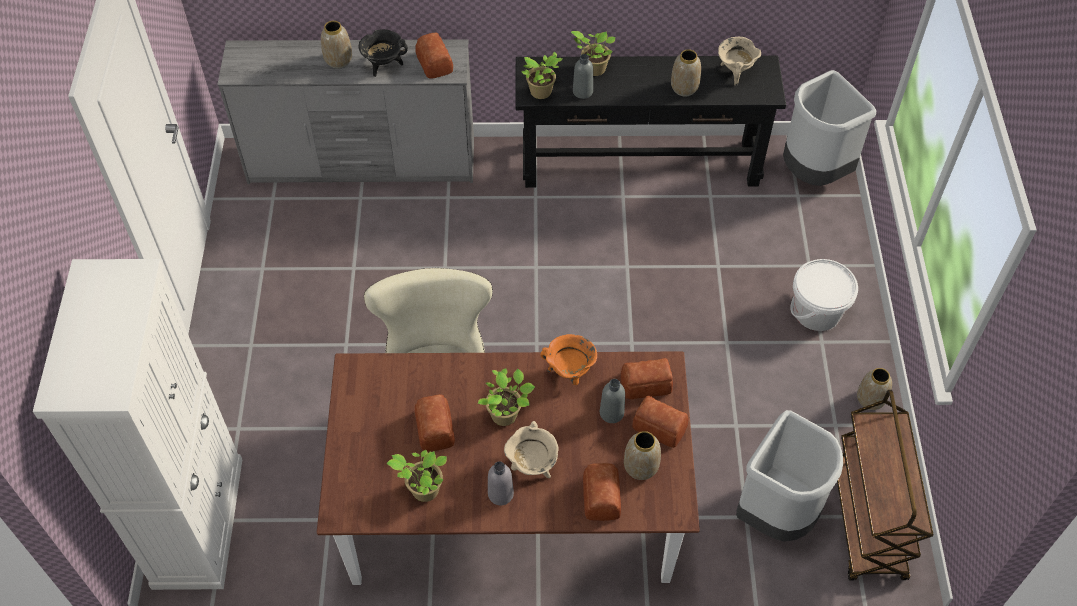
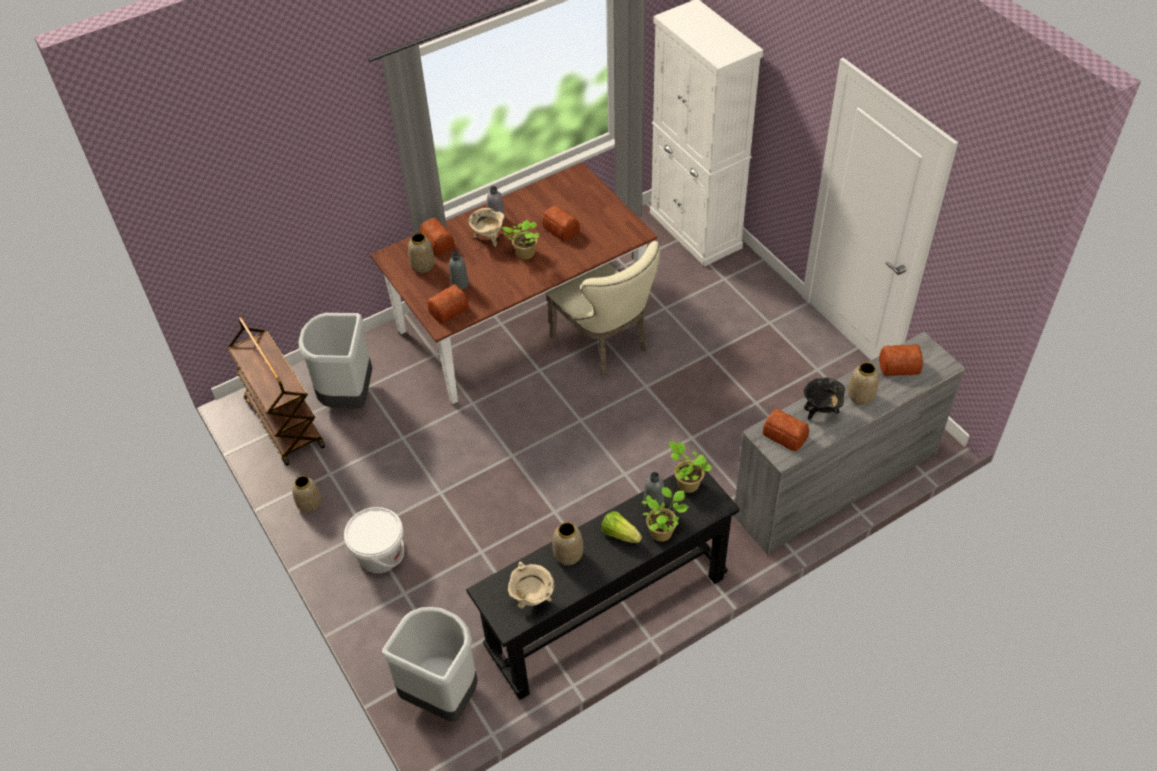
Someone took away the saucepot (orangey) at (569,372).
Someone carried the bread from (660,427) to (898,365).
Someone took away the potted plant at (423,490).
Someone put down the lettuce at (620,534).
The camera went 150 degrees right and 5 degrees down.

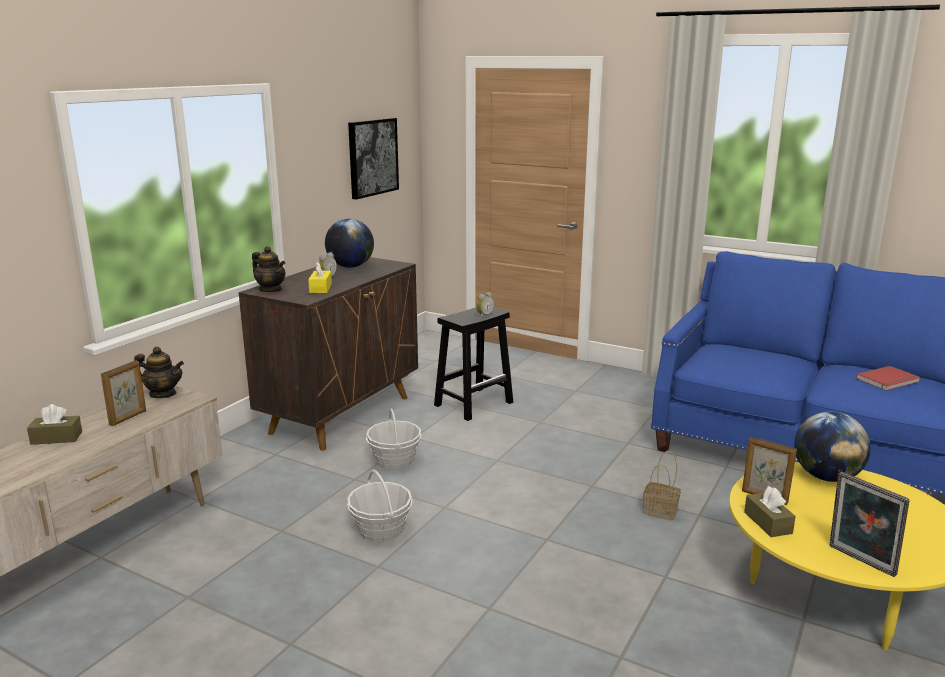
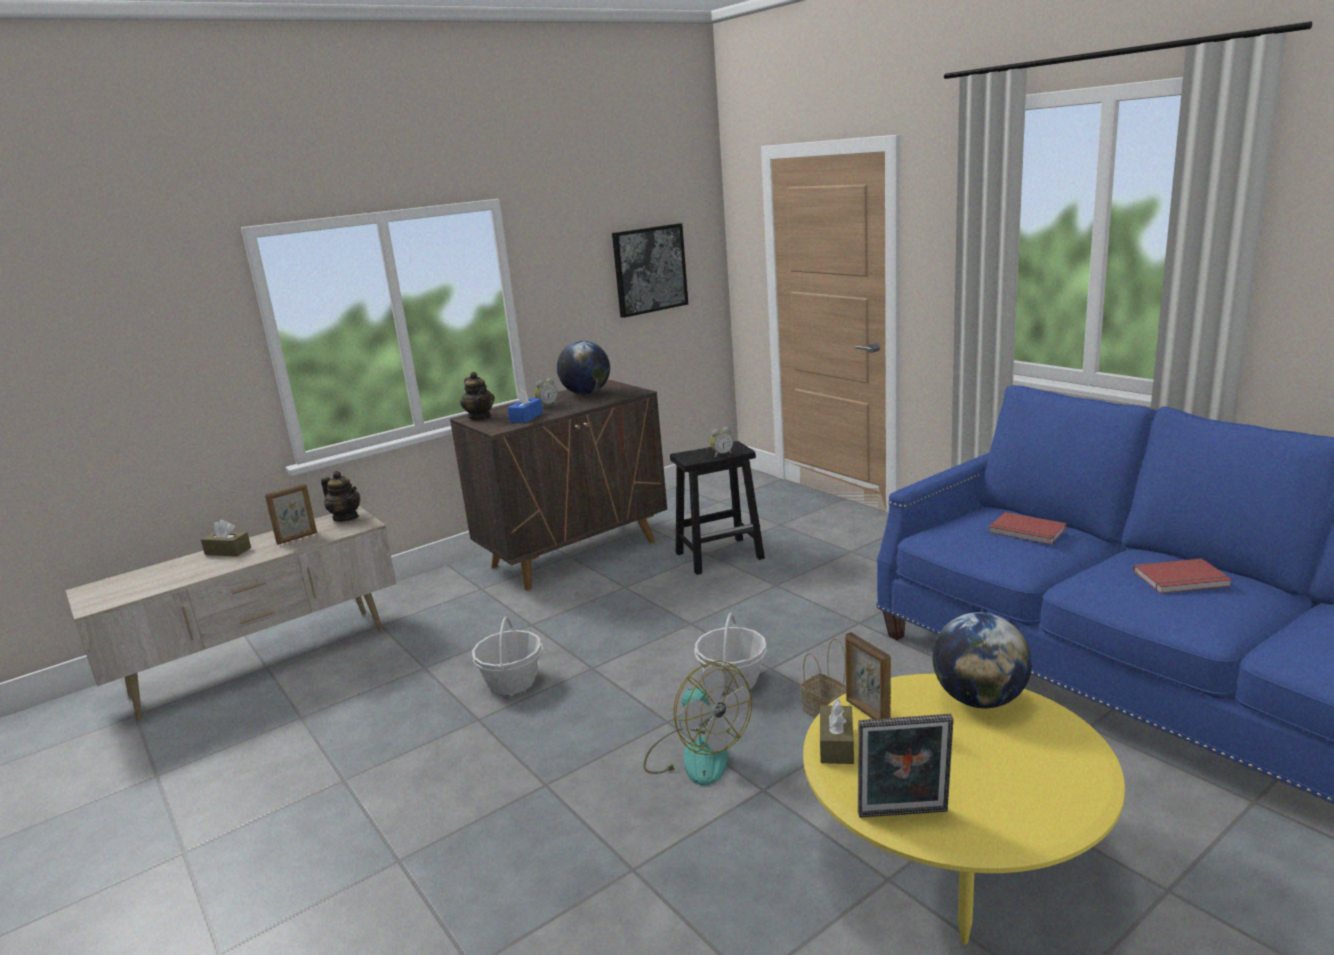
Someone repainted the tissue holder (yellow-coloured) at (320,288), which became the tissue holder (blue) at (526,417).
Someone carried the household basket from (394,460) to (732,680).
Someone rotated the picture frame at (859,561) by 75 degrees counterclockwise.
Someone put down the volume (red-coloured) at (1026,531).
Someone put down the cooling fan at (696,755).
The camera went 25 degrees right and 0 degrees up.

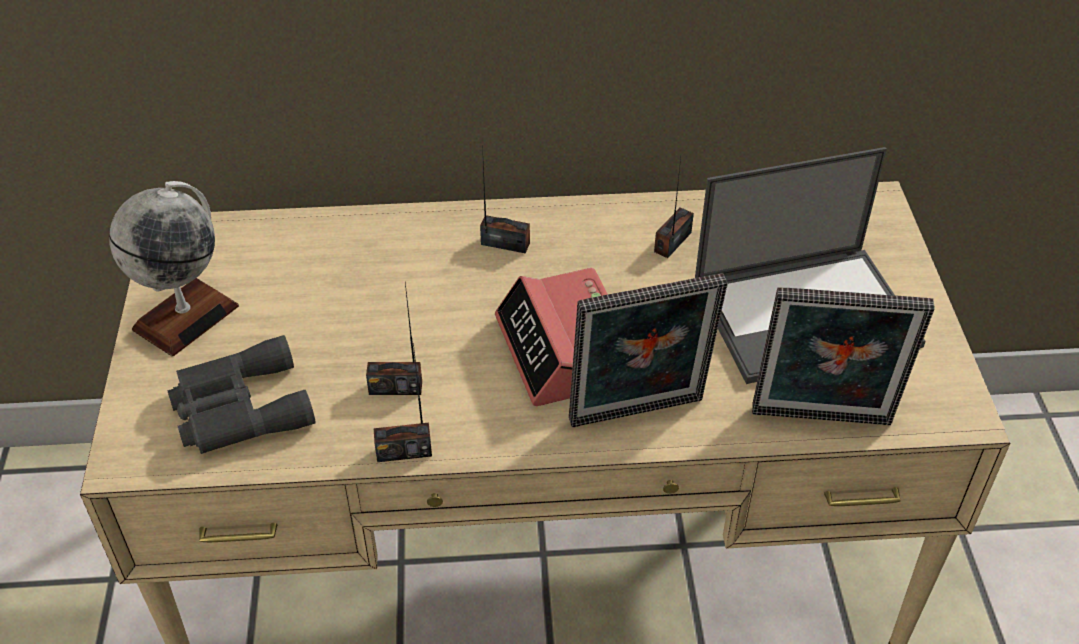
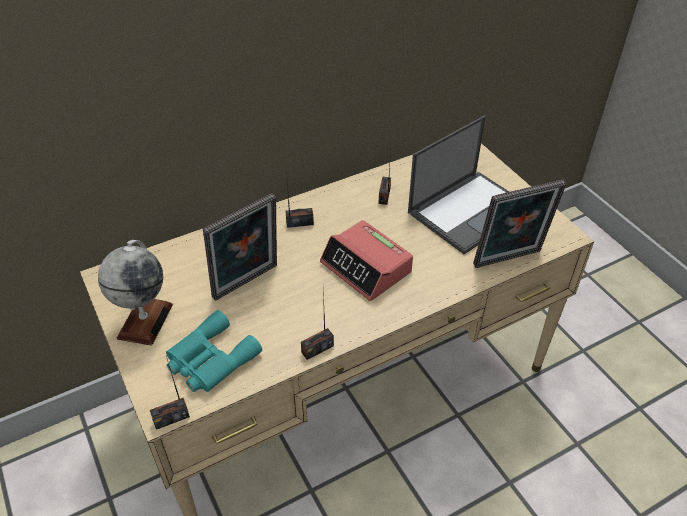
Someone carried the picture frame from (638,416) to (247,283).
Someone carried the radio from (395,387) to (171,418).
Someone repainted the field glasses (greyish) at (237,408), which became the field glasses (blue-green) at (210,360).
The camera went 25 degrees left and 0 degrees up.

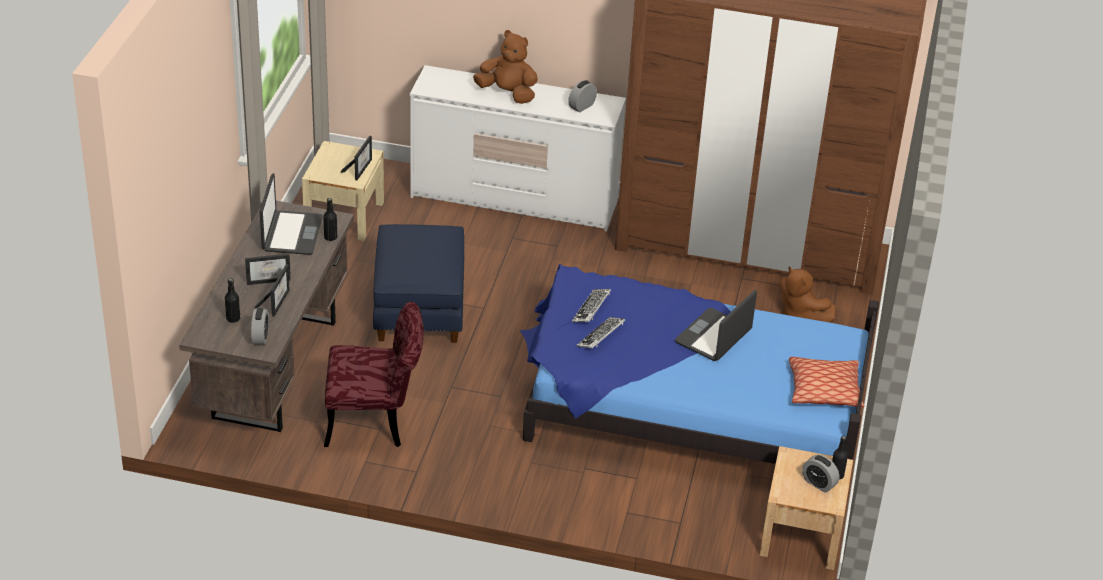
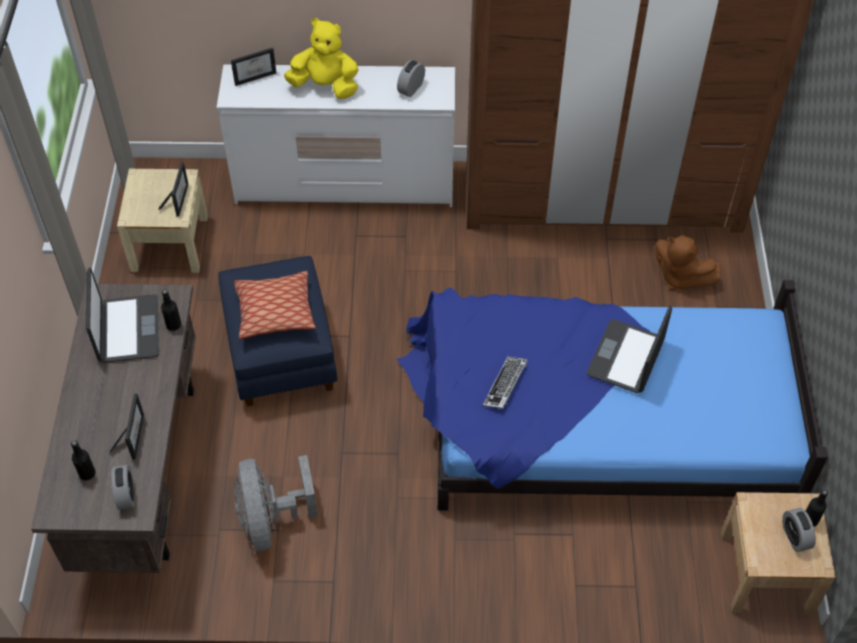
Someone repainted the soft toy (brown-coloured) at (508,93), which became the soft toy (yellow-coloured) at (325,86).
Someone carried the picture frame from (269,279) to (255,75).
Someone took away the PC keyboard at (591,309).
Someone swapped the plain chair (red-coloured) at (375,421) for the cooling fan (greyish) at (271,520).
Someone carried the cushion from (824,390) to (275,312).
Someone rotated the bedside clock at (818,483) by 45 degrees clockwise.
The camera went 10 degrees left and 15 degrees up.

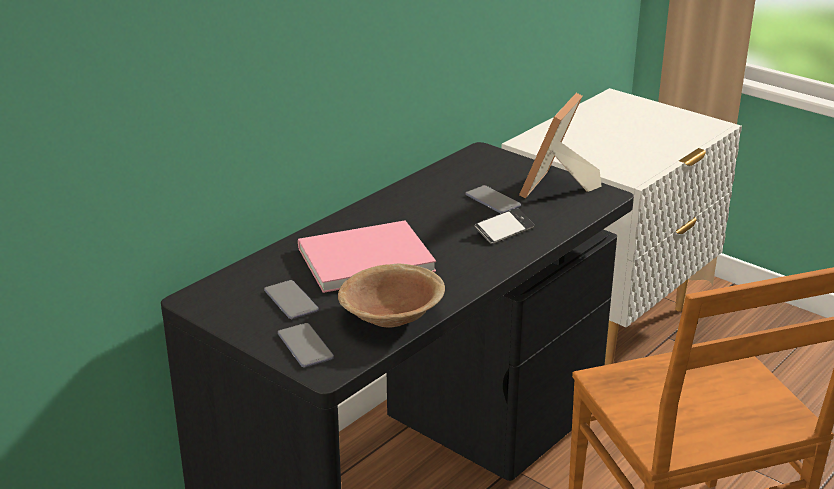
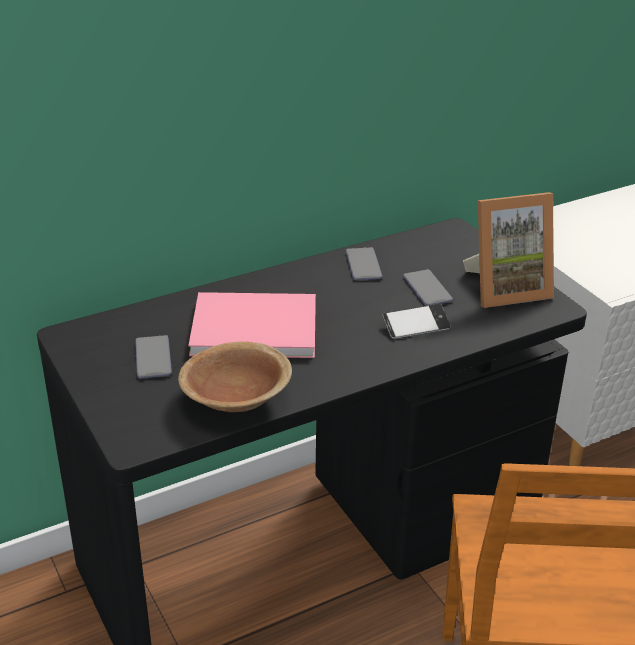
Someone rotated the picture frame at (557,188) by 150 degrees counterclockwise.
Someone carried the telephone from (305,346) to (363,265).
The camera went 20 degrees right and 5 degrees up.

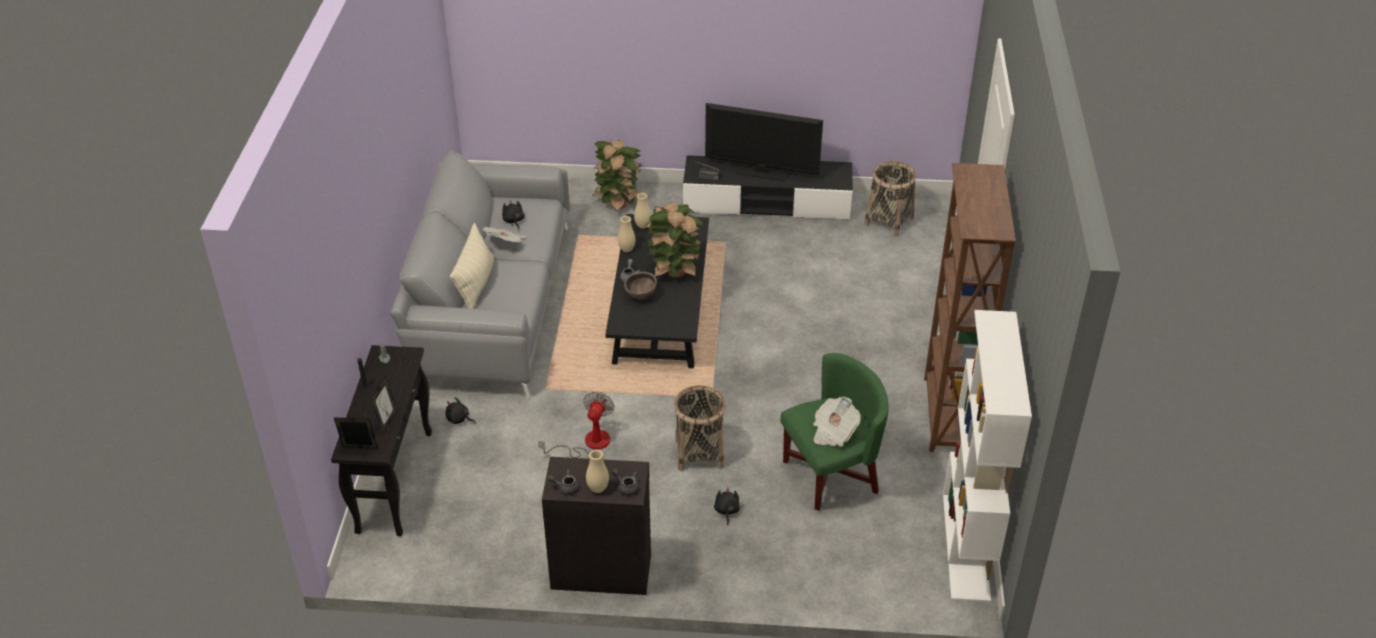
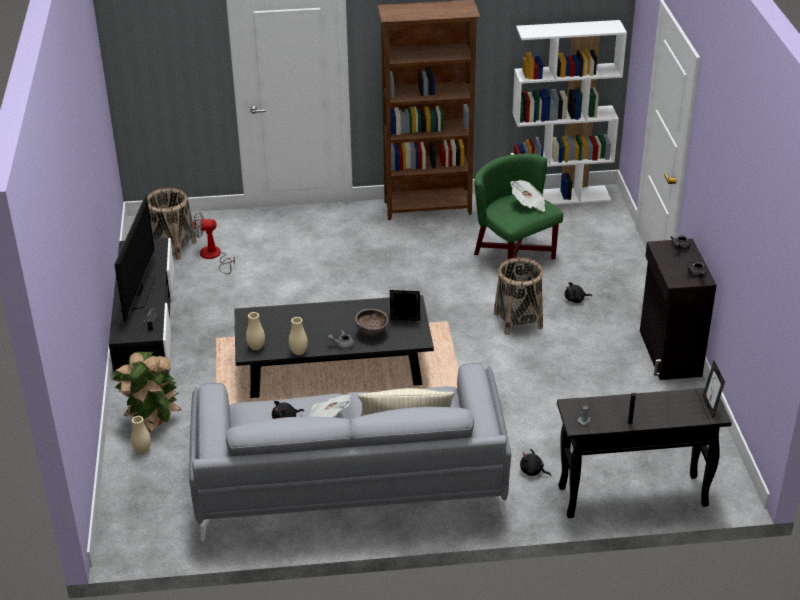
Someone took away the potted plant at (674,271).
Someone carried the picture frame from (387,421) to (405,321).
Someone carried the cooling fan from (588,443) to (214,257).
Someone rotated the soft toy (black-coloured) at (459,419) by 105 degrees clockwise.
Someone carried the decorative vase (beige-coloured) from (598,489) to (142,451).
The camera went 100 degrees left and 5 degrees down.

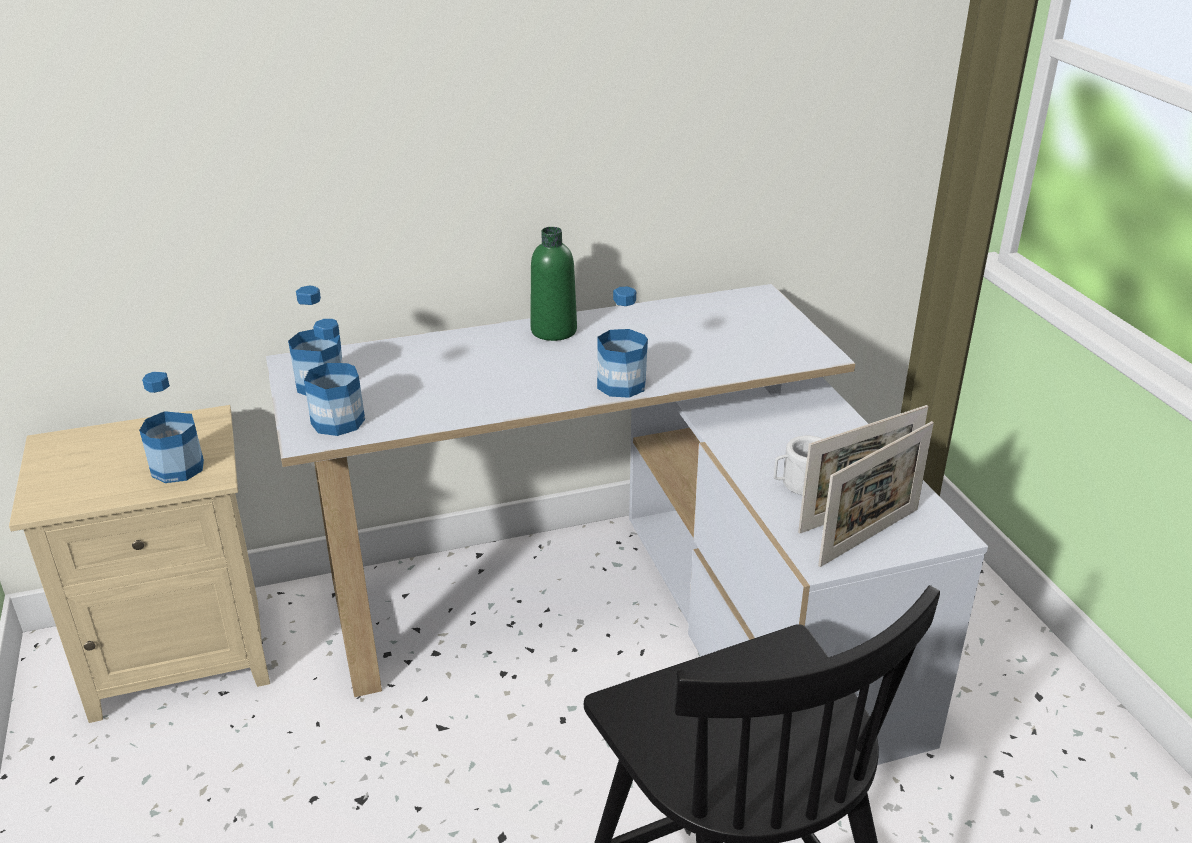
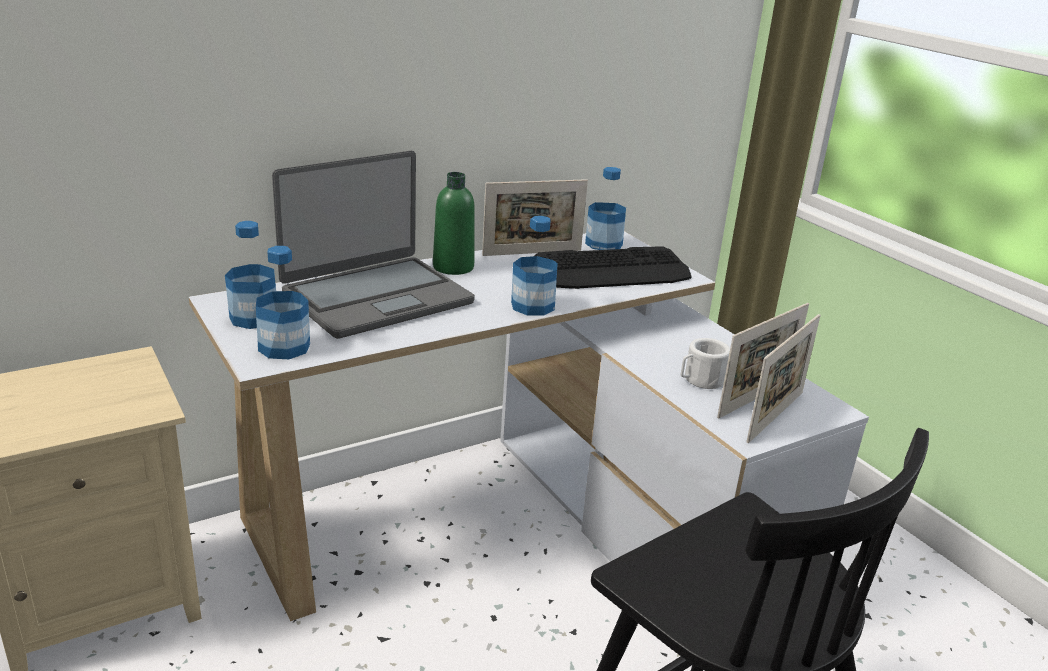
Someone carried the bottle from (178,468) to (604,244).
Someone put down the notebook computer at (376,297).
Someone put down the picture frame at (532,253).
Someone put down the PC keyboard at (612,270).
The camera went 15 degrees left and 5 degrees down.

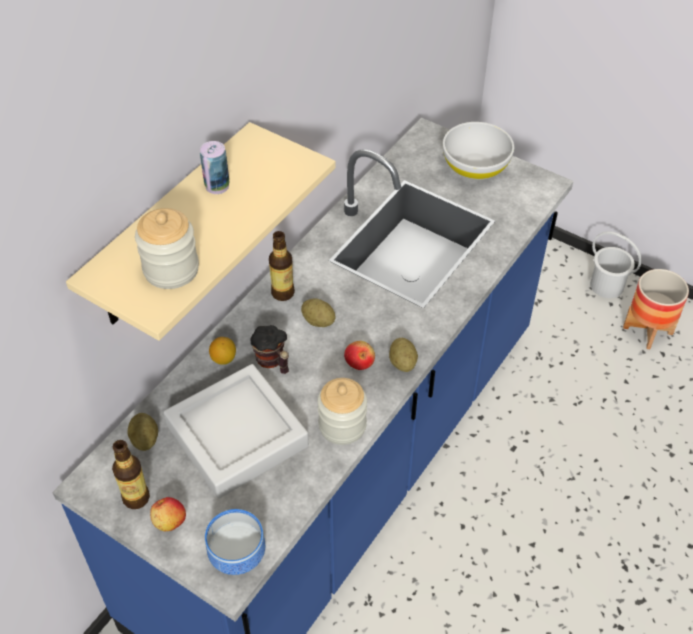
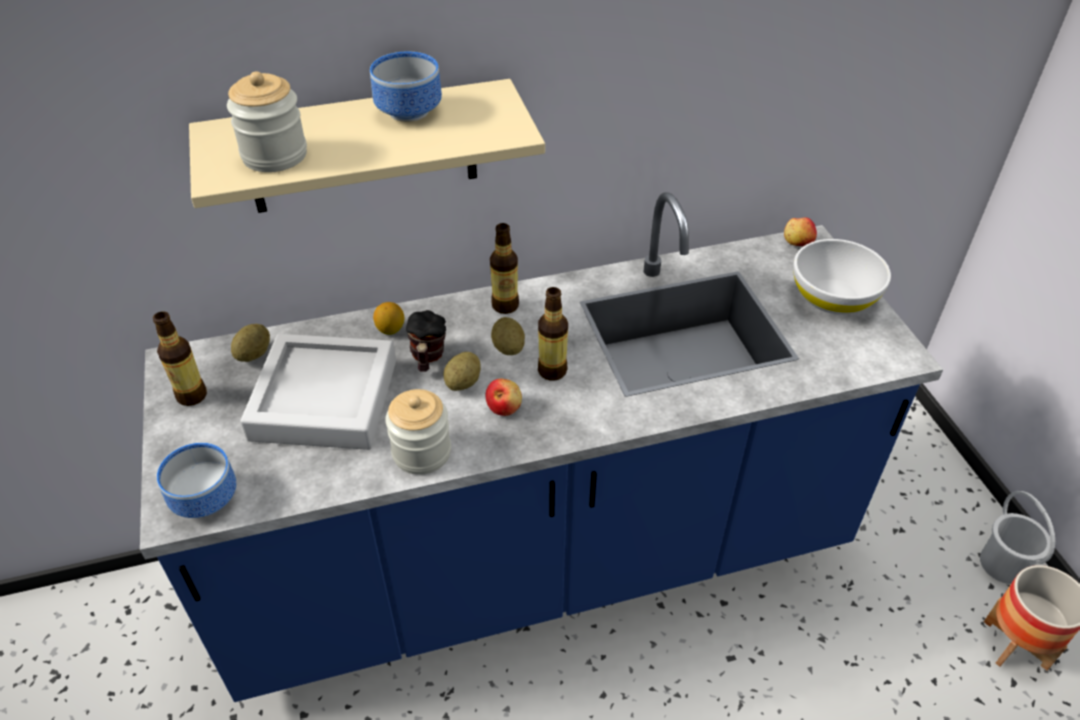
Someone swapped the can at (217,186) for the bowl at (407,113).
Someone carried the potato from (402,363) to (463,382).
Someone carried the apple from (169,521) to (797,243).
Someone put down the bottle at (552,371).
The camera went 40 degrees right and 5 degrees down.

